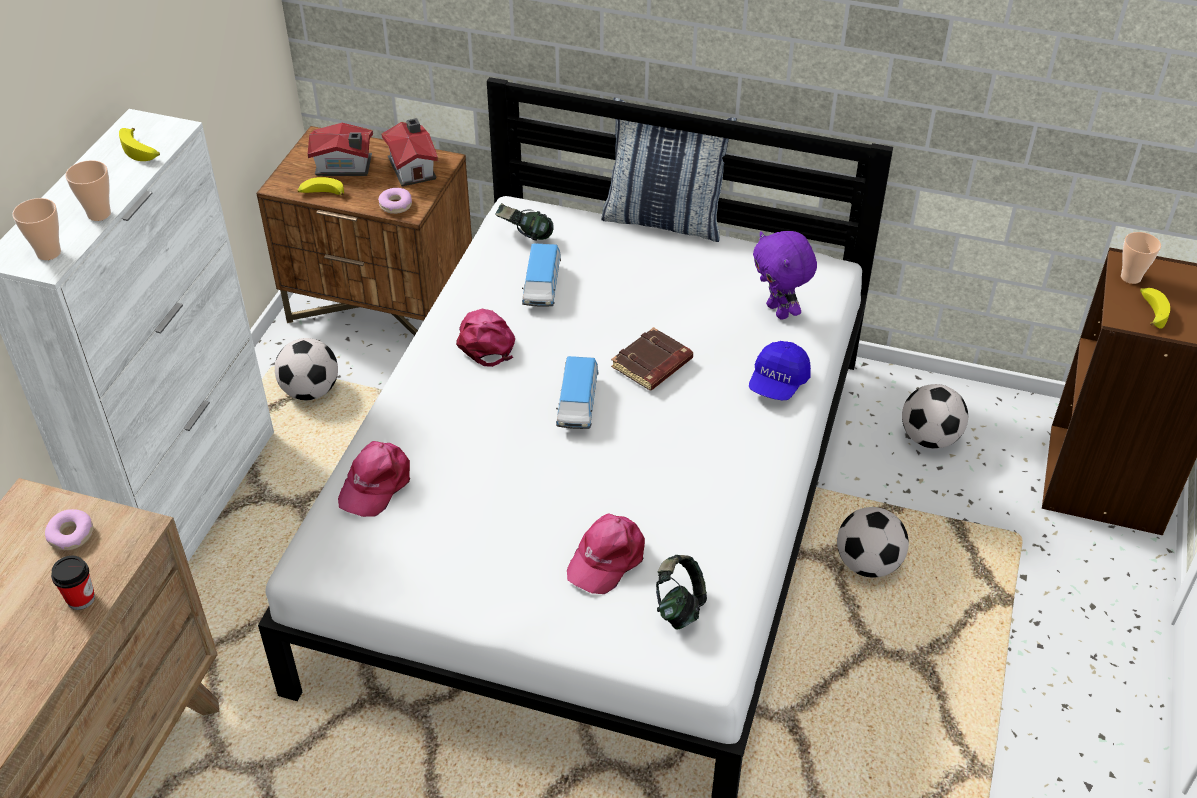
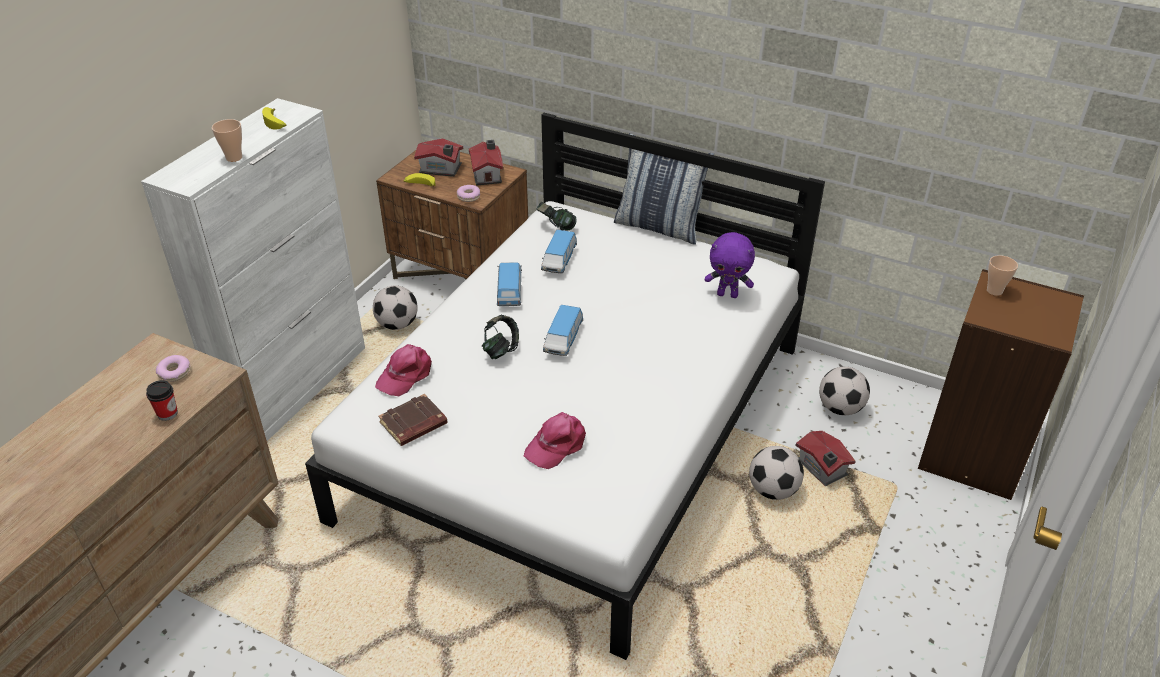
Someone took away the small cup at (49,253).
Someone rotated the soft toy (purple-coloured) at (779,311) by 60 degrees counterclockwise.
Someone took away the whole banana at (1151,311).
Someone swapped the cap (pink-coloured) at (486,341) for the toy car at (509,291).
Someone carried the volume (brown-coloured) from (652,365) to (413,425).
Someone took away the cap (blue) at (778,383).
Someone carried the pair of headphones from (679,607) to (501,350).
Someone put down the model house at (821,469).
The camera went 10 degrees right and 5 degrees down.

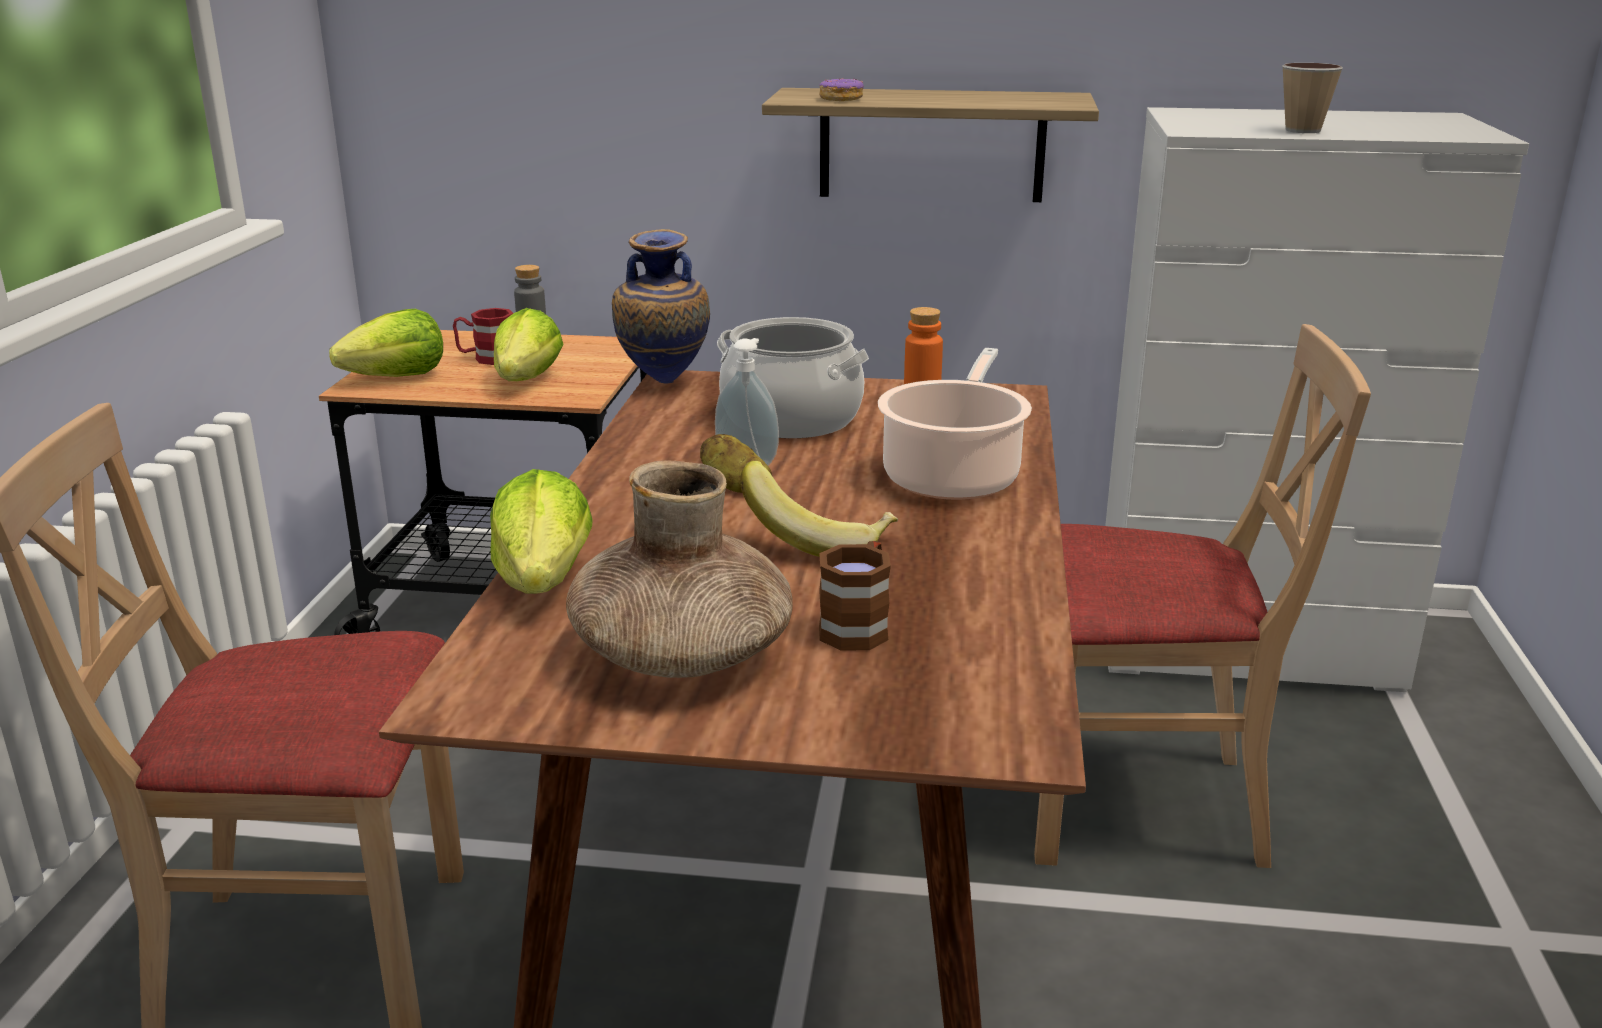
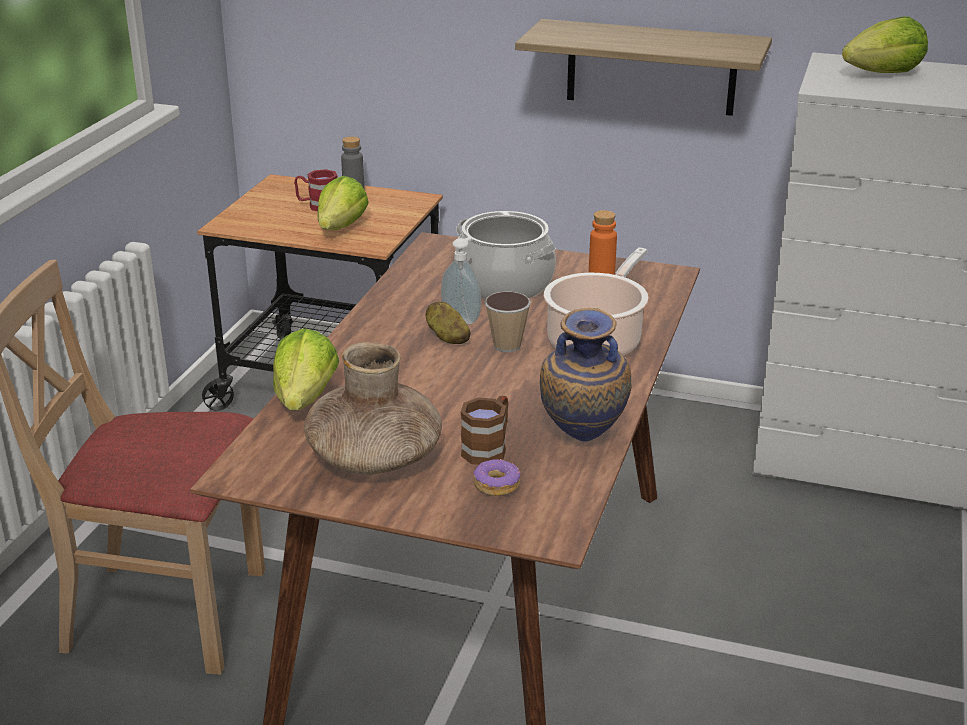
Someone carried the small cup from (1303,130) to (507,345).
Someone carried the doughnut from (840,99) to (496,485).
Someone carried the decorative vase from (663,385) to (581,443).
Someone carried the lettuce from (397,378) to (884,74).
Someone took away the plain chair (beige-coloured) at (1138,803).
Someone took away the whole banana at (819,542).
The camera went 10 degrees right and 5 degrees up.

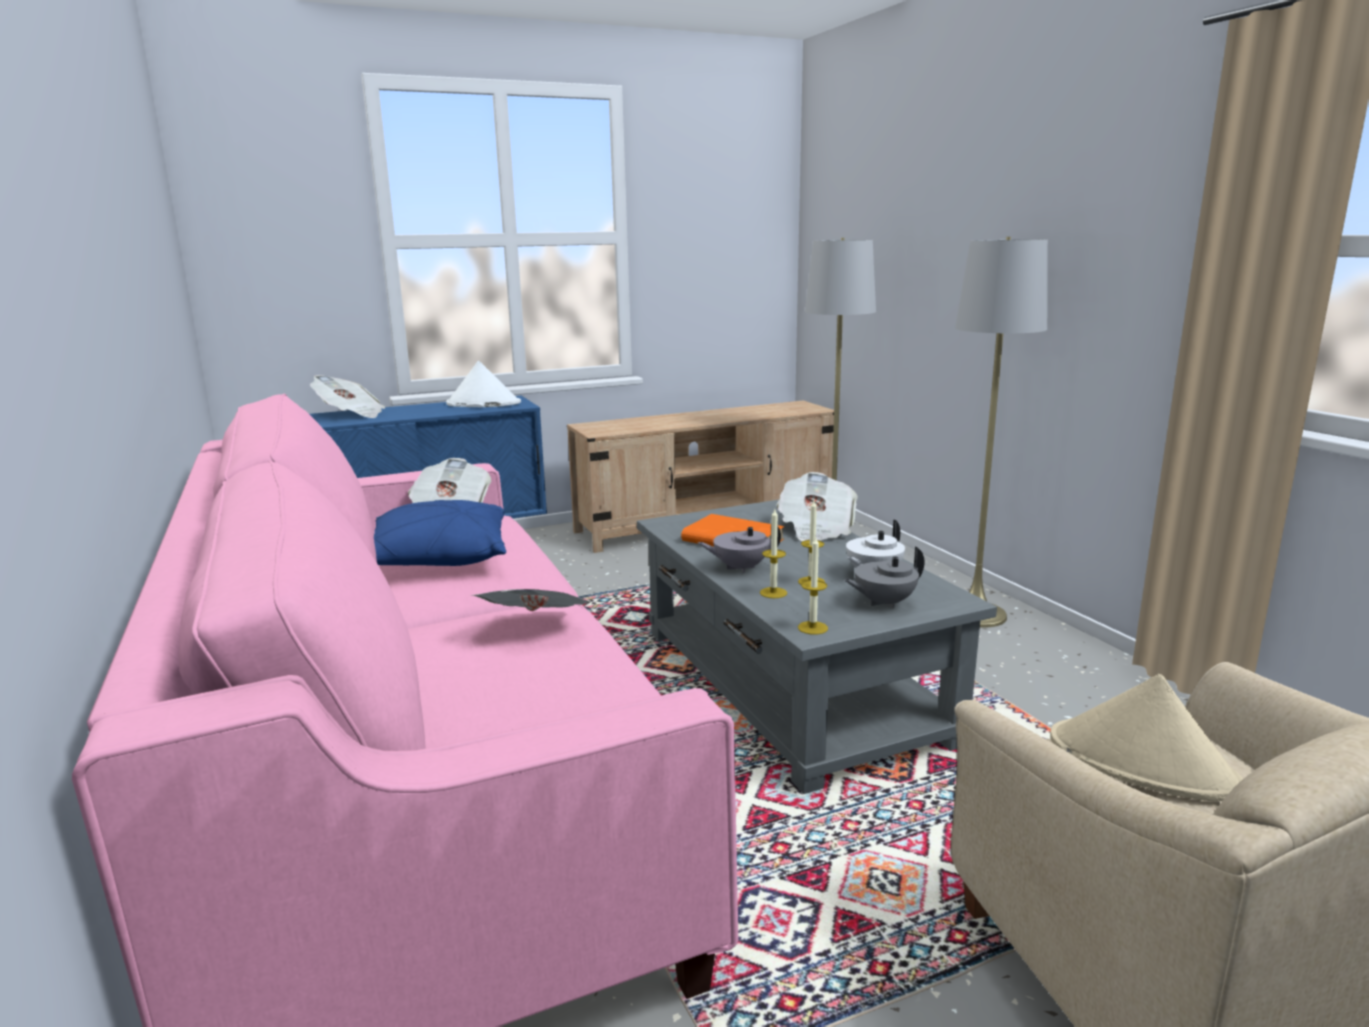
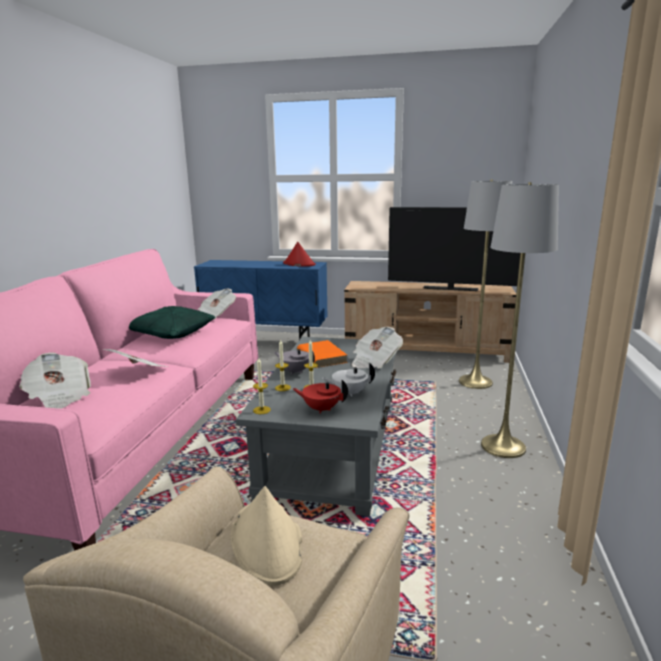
Someone repainted the wearable hat (white-coloured) at (483,404), which became the wearable hat (red-coloured) at (299,264).
Someone carried the daily paper from (351,415) to (59,397).
Someone repainted the cushion (blue) at (439,559), which became the cushion (green) at (170,334).
Someone repainted the teapot (greyish) at (883,603), which became the teapot (red-coloured) at (321,409).
Someone put down the TV at (450,289).
The camera went 35 degrees right and 0 degrees up.

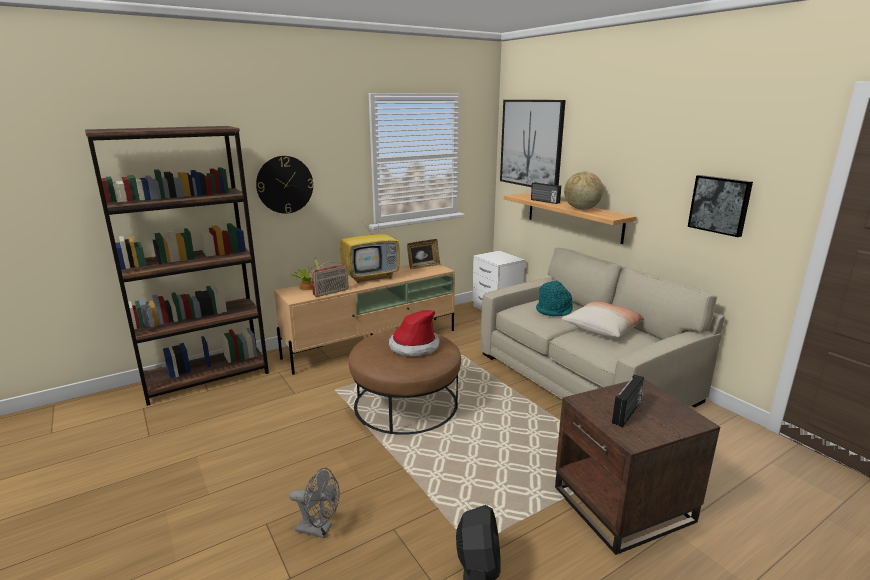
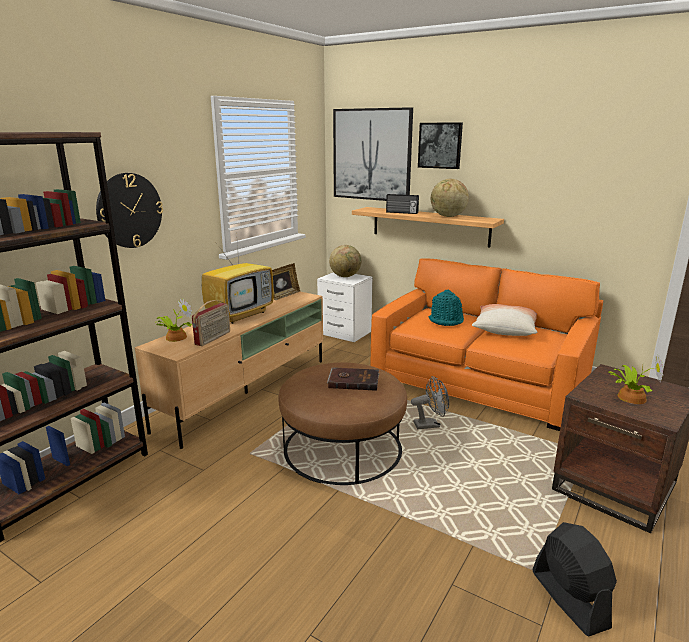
Someone carried the wall picture from (720,205) to (440,145).
Someone repainted the sofa (beige-coloured) at (586,376), which became the sofa (orangey) at (481,380).
Someone swapped the wearable hat at (414,346) for the volume (brown-coloured) at (353,381).
Someone swapped the radio at (627,413) for the potted plant at (629,397).
Someone carried the cooling fan (greyish) from (319,529) to (430,424).
Someone put down the world globe at (345,276).
The camera went 25 degrees left and 0 degrees up.

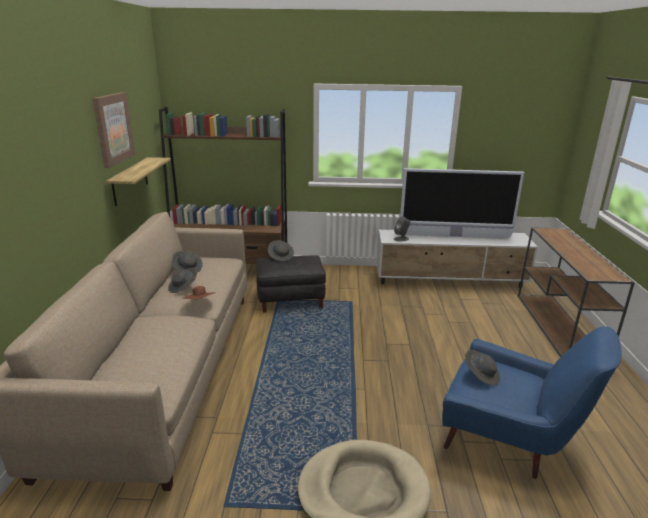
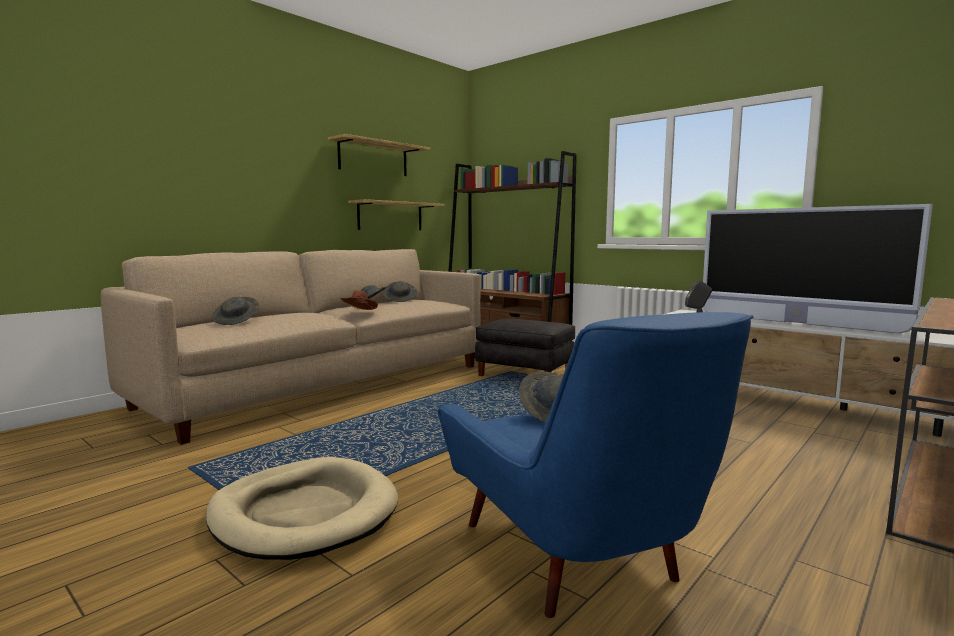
Someone swapped the wall picture at (113,128) for the wall shelf at (373,158).
Someone carried the wearable hat (greyish) from (281,256) to (237,321).
The camera went 40 degrees right and 15 degrees down.

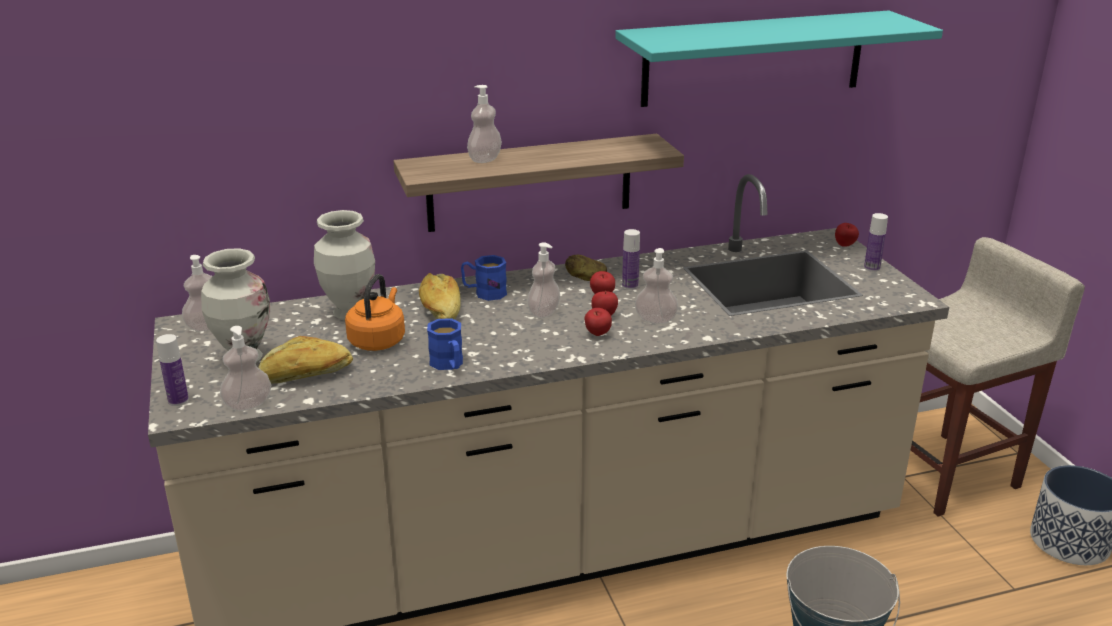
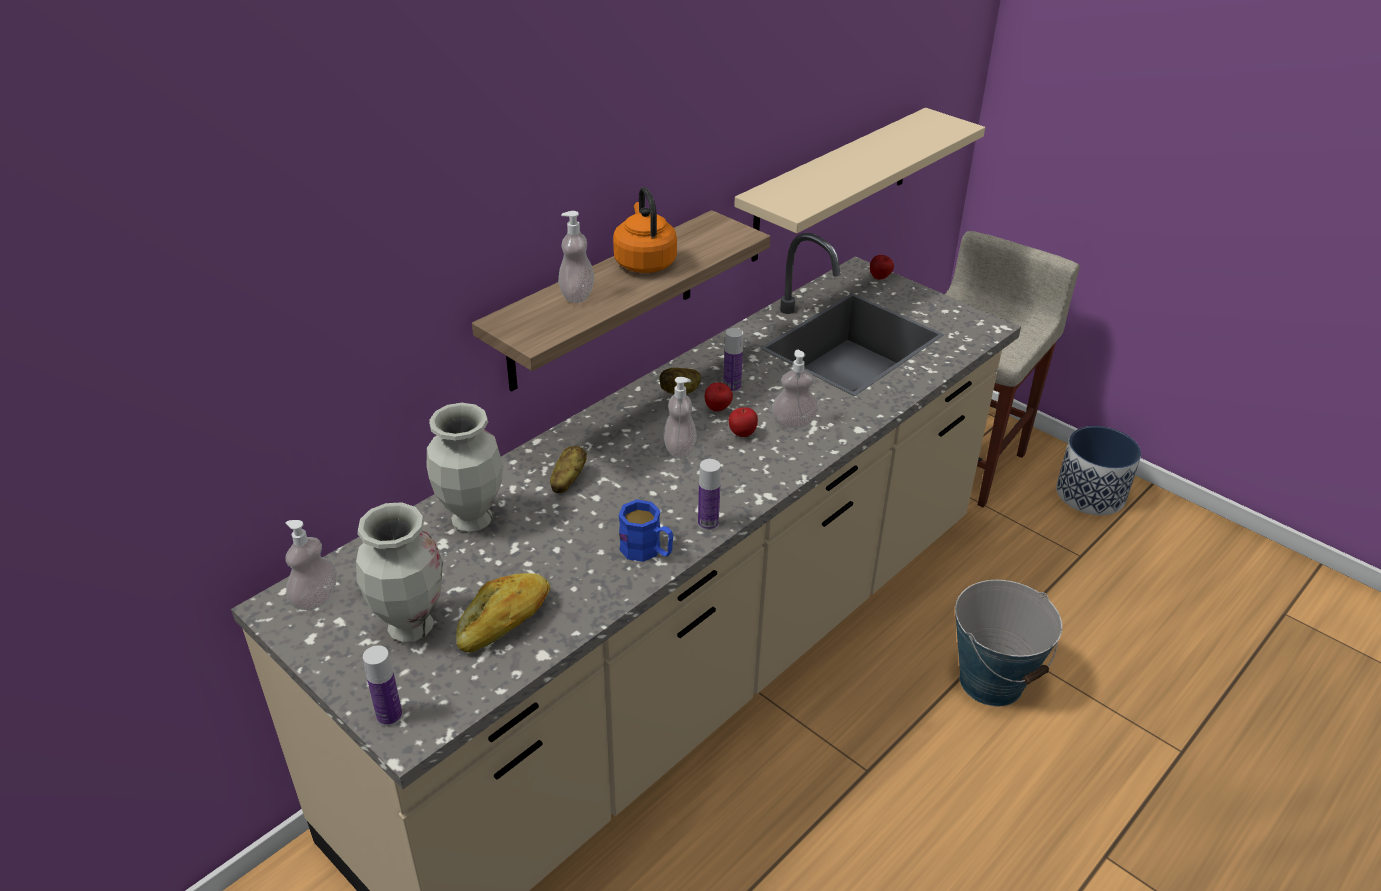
Someone took away the wall shelf (blue-green) at (754,58).
Someone carried the bottle from (872,268) to (708,523).
Someone took away the tea mug (blue) at (484,293).
Someone swapped the bread at (439,309) for the potato at (567,480).
Someone carried the water kettle (orangey) from (378,340) to (644,262).
Someone took away the apple at (597,335).
Someone took away the soap dispenser at (248,404).
Someone put up the wall shelf (beige-coloured) at (833,184).
The camera went 30 degrees left and 10 degrees up.

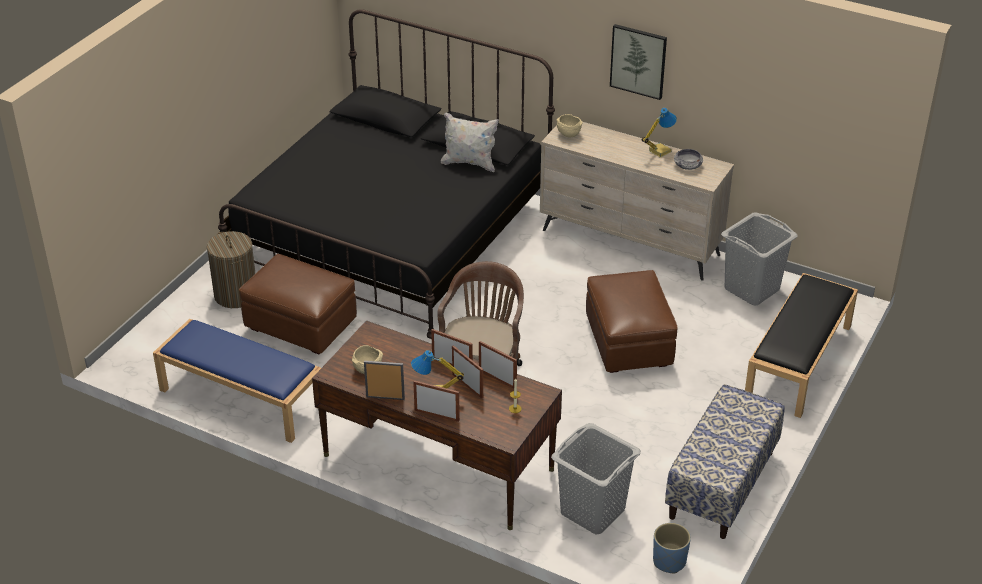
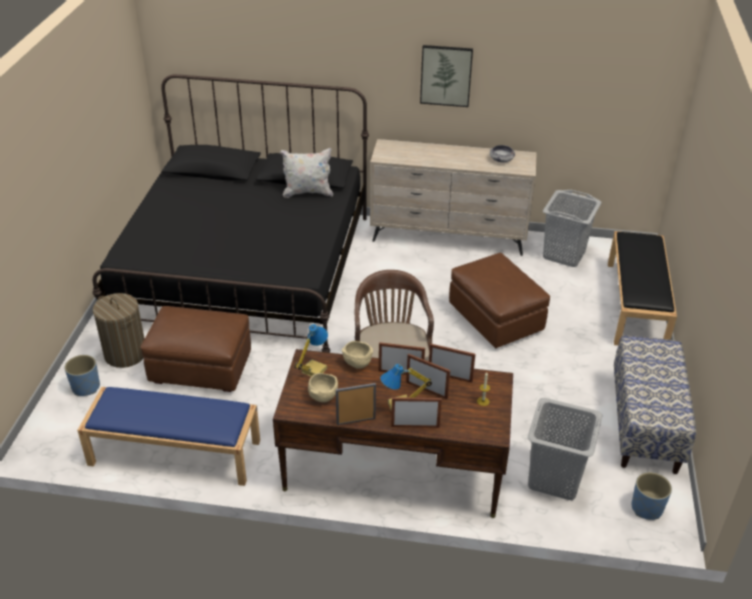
Someone carried the lamp for a table from (659,151) to (313,370).
Someone carried the bowl (beige-coloured) from (568,134) to (357,364).
Someone put down the planter (blue) at (85,387).
The camera went 20 degrees left and 0 degrees up.

